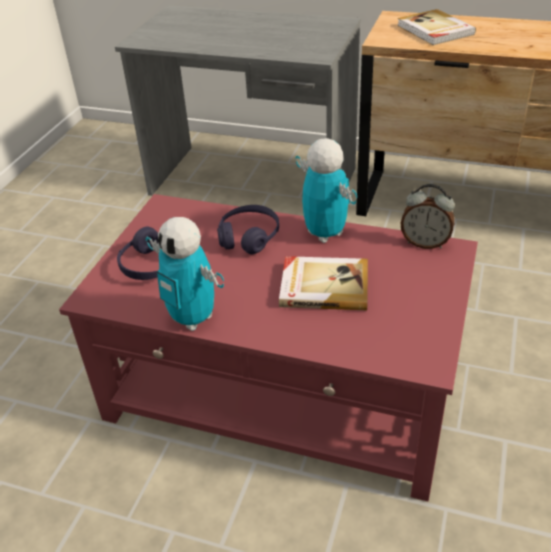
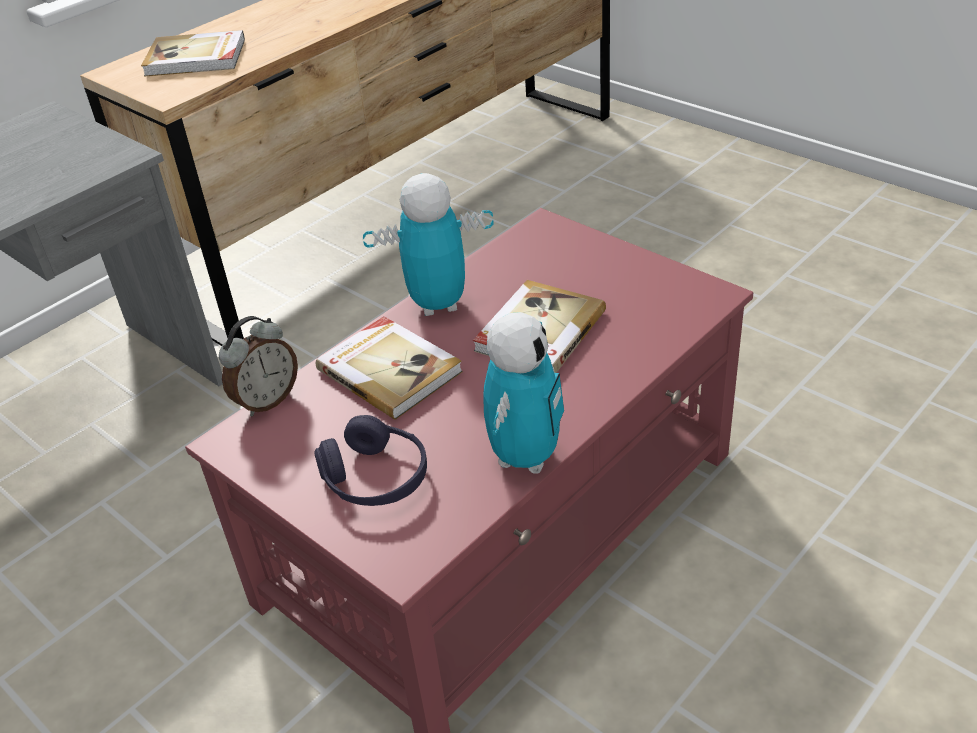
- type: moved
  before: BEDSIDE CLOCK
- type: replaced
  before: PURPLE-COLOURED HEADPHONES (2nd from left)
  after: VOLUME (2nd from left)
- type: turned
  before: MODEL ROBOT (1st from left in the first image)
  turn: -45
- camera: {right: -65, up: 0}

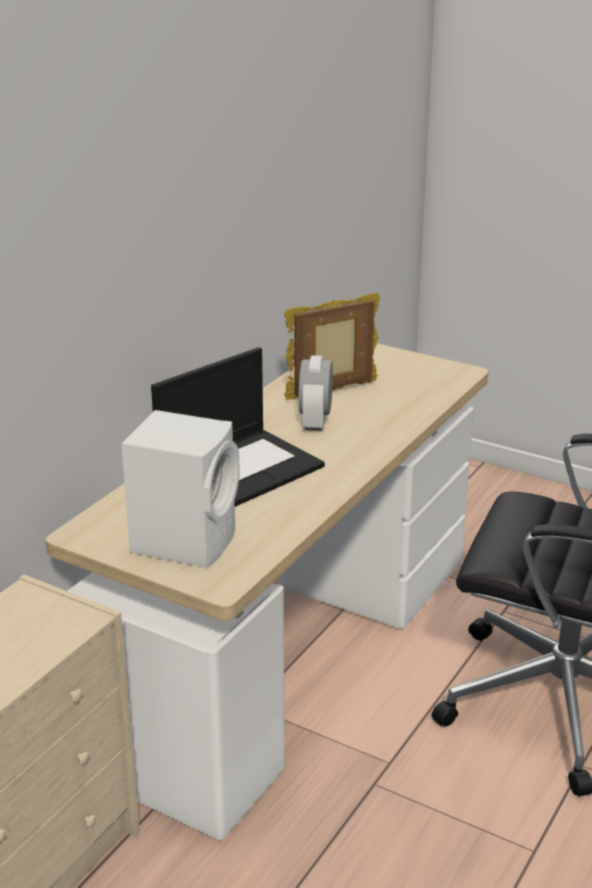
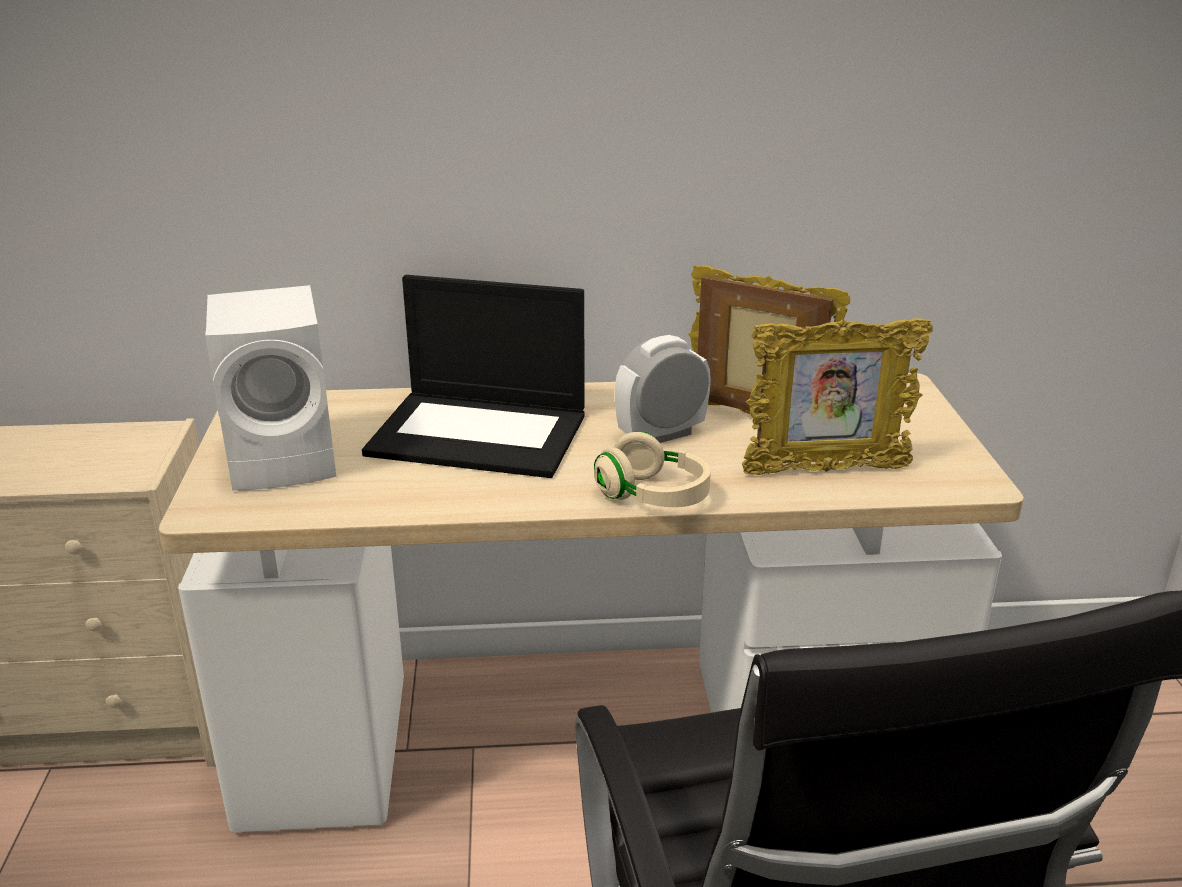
- type: added
  after: SAND-COLOURED HEADPHONES
- type: added
  after: STANDING FRAME (2nd from left)
- camera: {right: 55, up: 0}

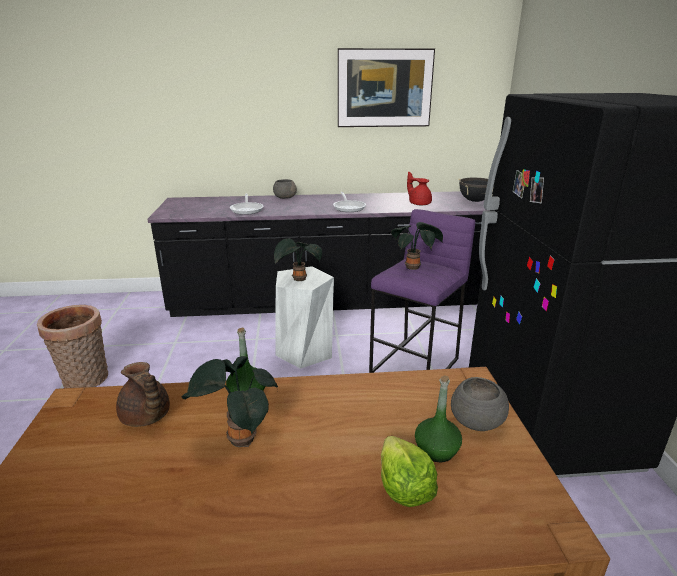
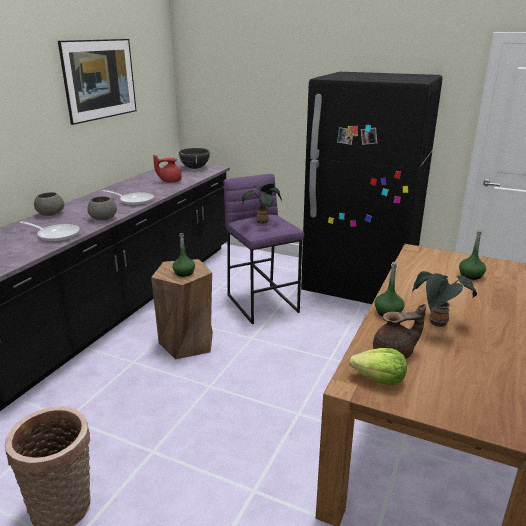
- type: moved
  before: HEAD OF LETTUCE
- type: moved
  before: GRAY BOWL (2nd from left)
- type: replaced
  before: POTTED PLANT (2nd from left)
  after: GREEN-COLOURED DRINK BOTTLE (1st from left)
- type: recoloured
  before: WHITISH STOOL
  after: BROWN STOOL
- camera: {right: -60, up: 0}

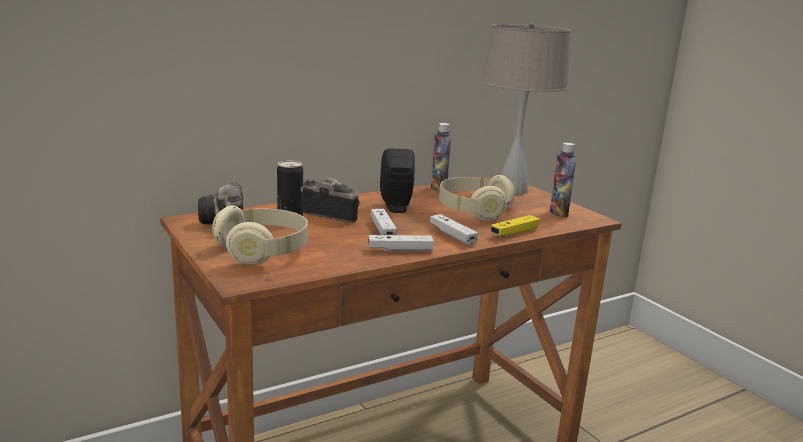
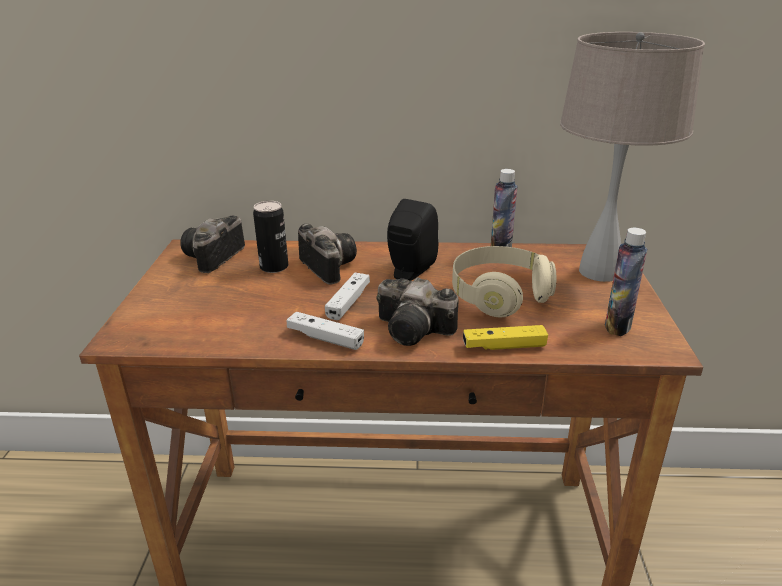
- type: removed
  before: SAND-COLOURED HEADPHONES (1st from left)
- type: replaced
  before: WHITISH GAMEPAD (3rd from left)
  after: PHOTO CAMERA (3rd from left)
- camera: {right: 35, up: 10}

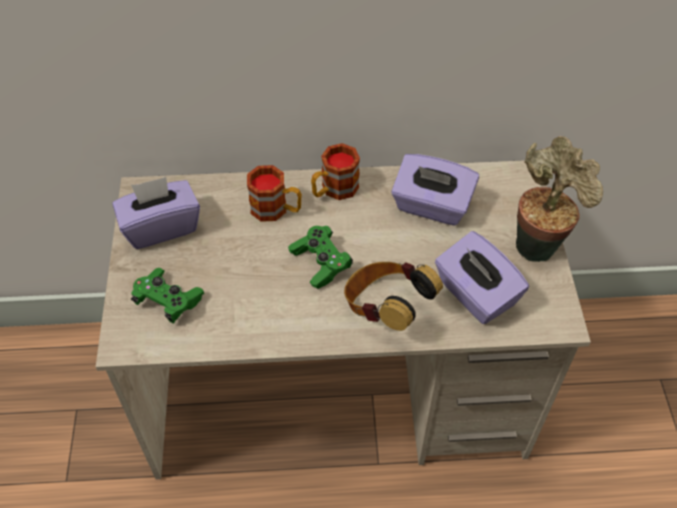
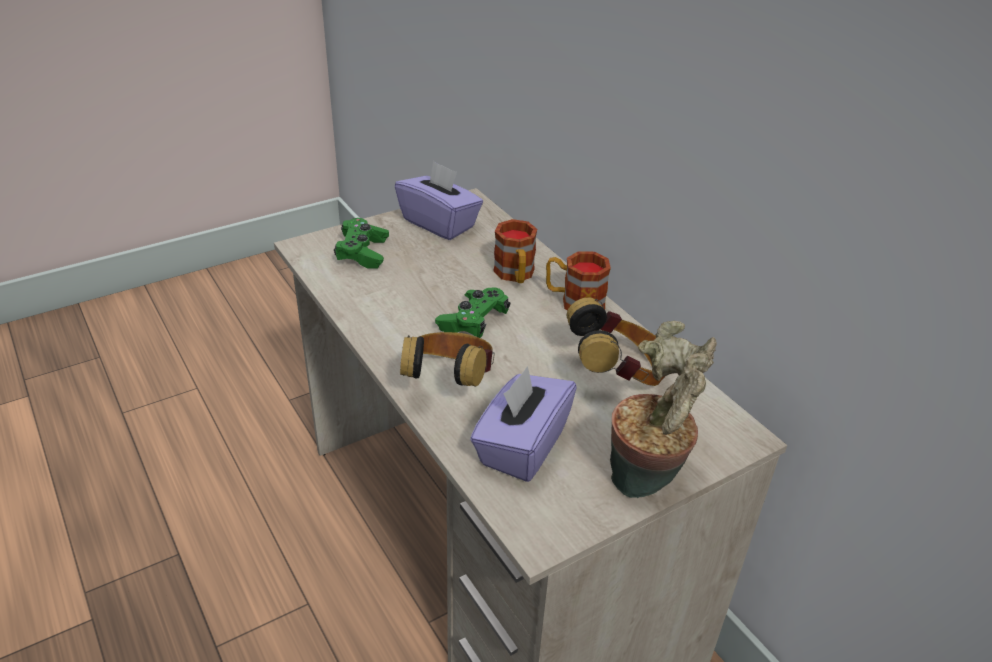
- type: replaced
  before: PURPLE-COLOURED TISSUE BOX (2nd from left)
  after: HEADPHONES (2nd from left)
- camera: {right: 60, up: -15}

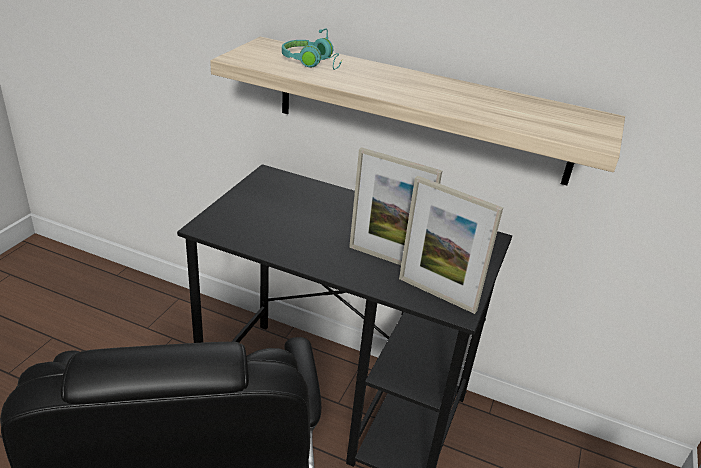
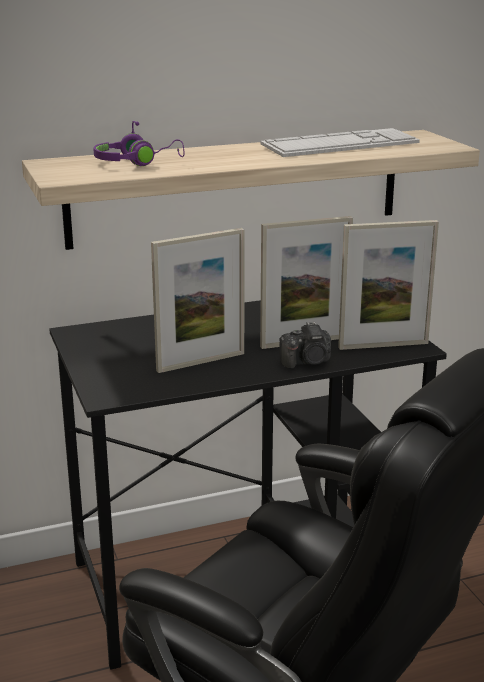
- type: added
  after: STANDING FRAME (1st from left)
- type: added
  after: COMPUTER KEYBOARD
- type: added
  after: PHOTO CAMERA
- type: recoloured
  before: TURQUOISE HEADPHONES
  after: PURPLE-COLOURED HEADPHONES
- camera: {right: -40, up: -10}

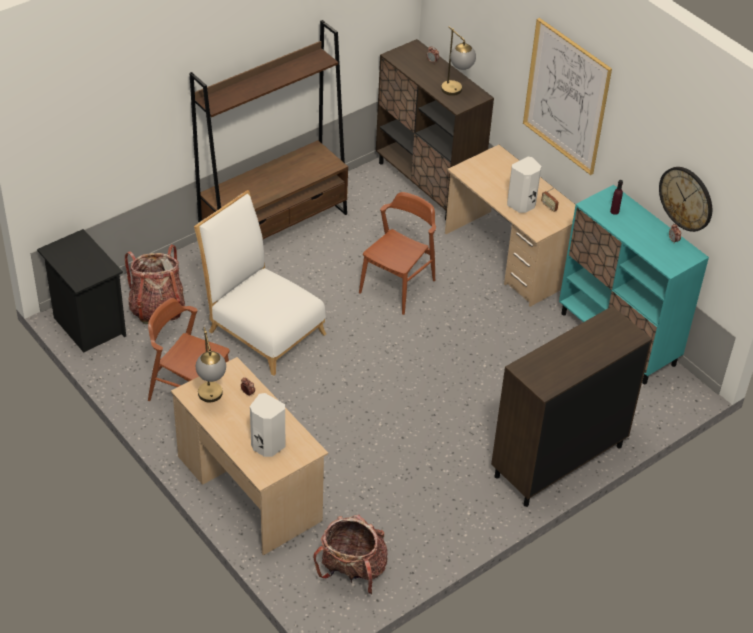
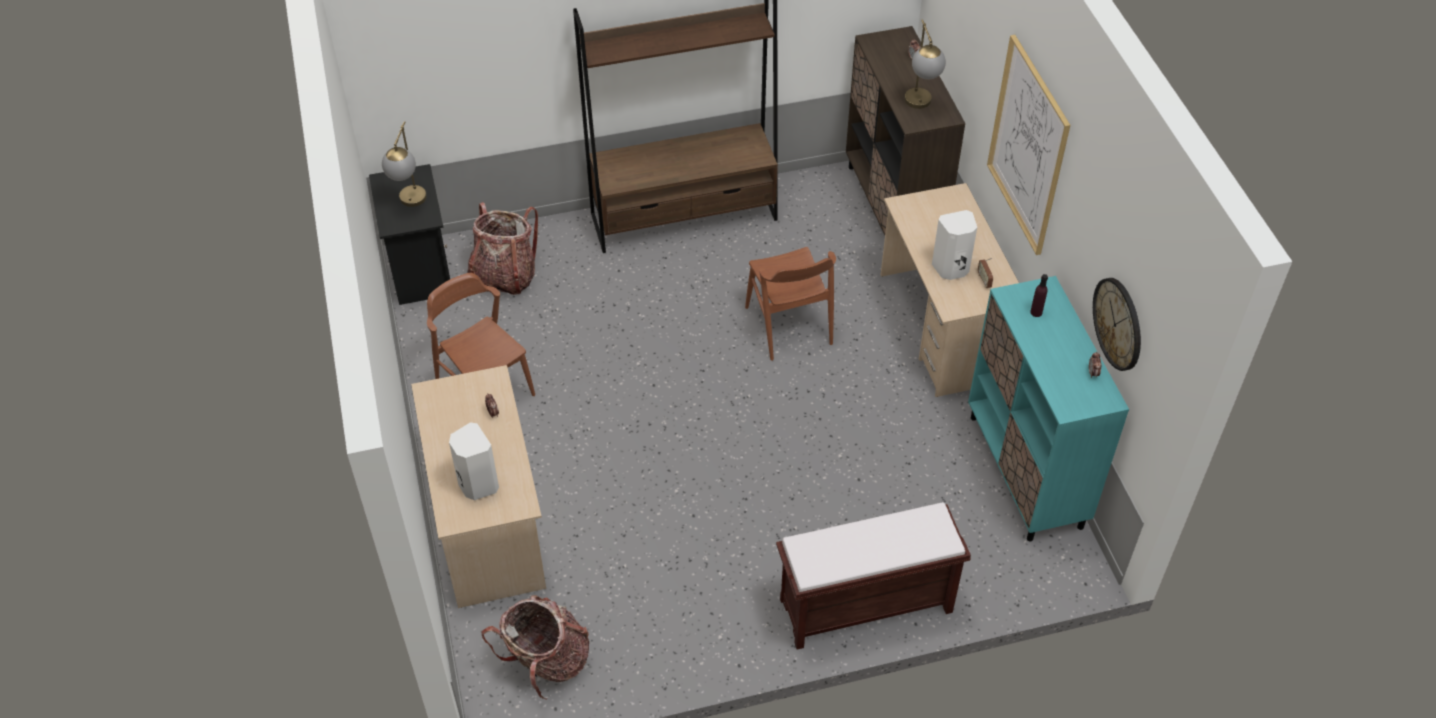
- type: removed
  before: WHITISH CHAIR
- type: moved
  before: LAMP FOR A TABLE (1st from left)
- type: replaced
  before: BROWN CUPBOARD (2nd from left)
  after: BROWN BENCH
- type: turned
  before: BROWN CHAIR (2nd from left)
  turn: 105
- camera: {right: 25, up: 5}

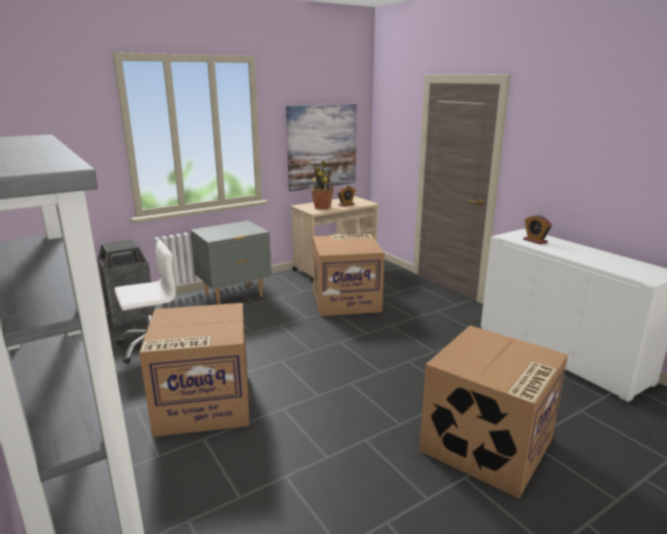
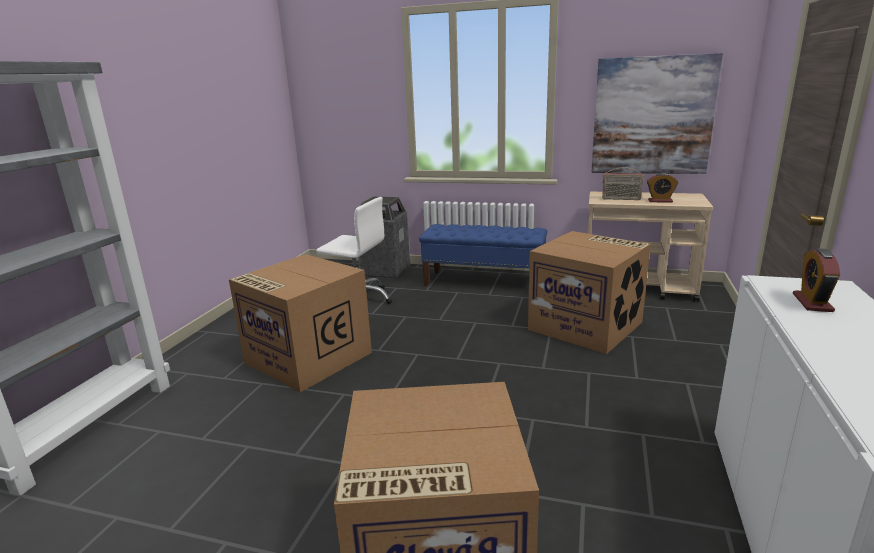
- type: replaced
  before: GRAY NIGHT TABLE
  after: BLUE BENCH
- type: replaced
  before: POTTED PLANT
  after: RADIO SET
- camera: {right: 50, up: 0}

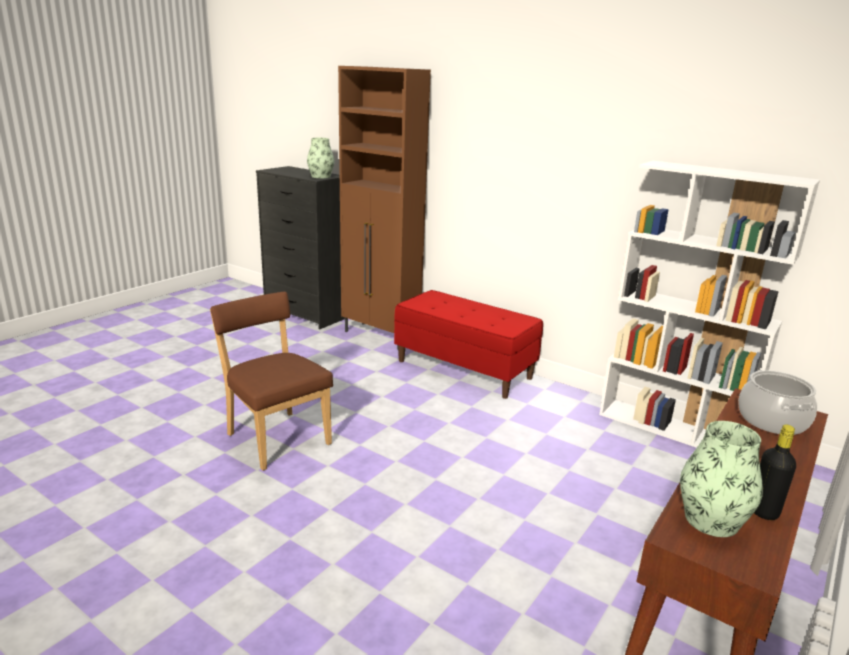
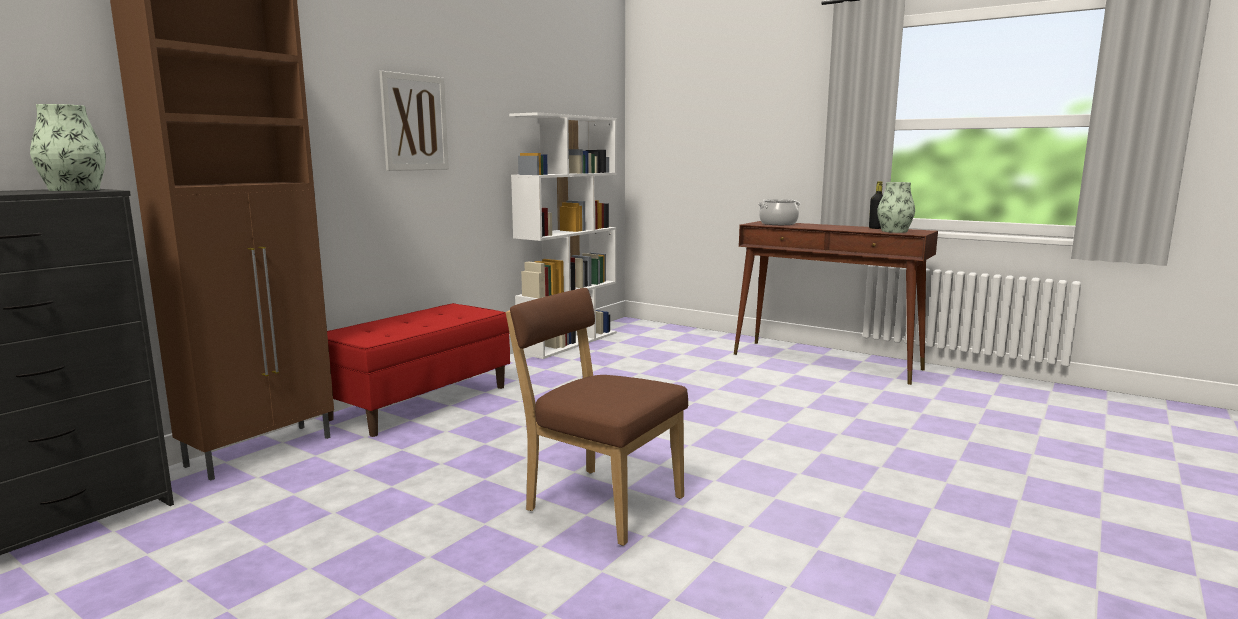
- type: added
  after: WALL PICTURE
- type: turned
  before: BROWN CHAIR
  turn: 75
- camera: {right: -90, up: -10}

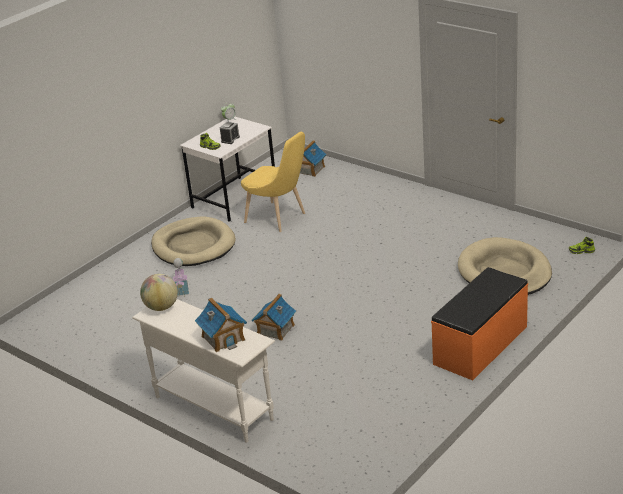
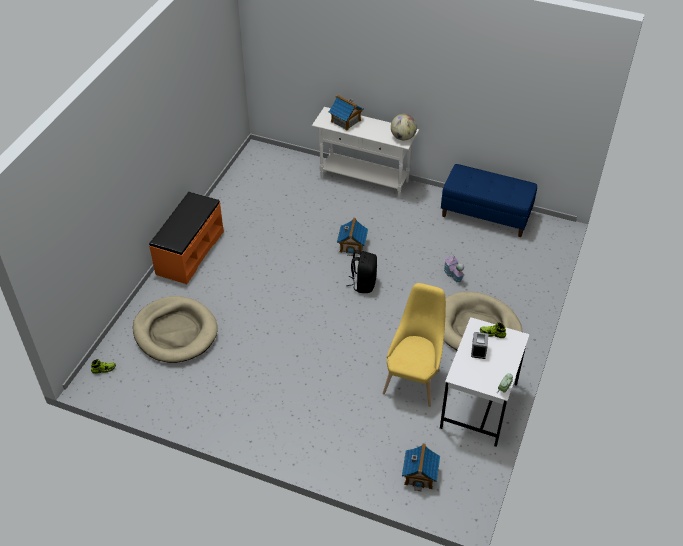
- type: added
  after: BLACKISH KNAPSACK
- type: added
  after: BLUE BENCH
- type: turned
  before: YELLOW CHAIR
  turn: 90
- camera: {right: 160, up: 15}

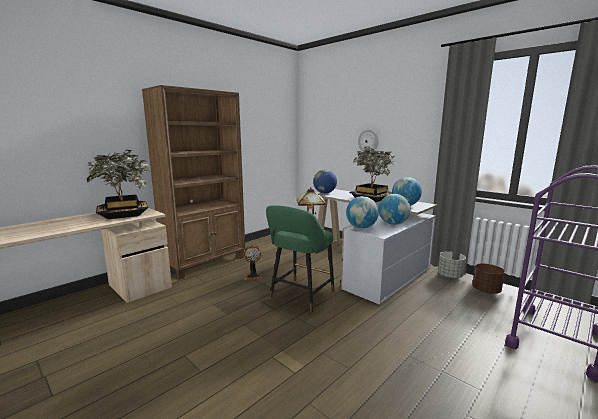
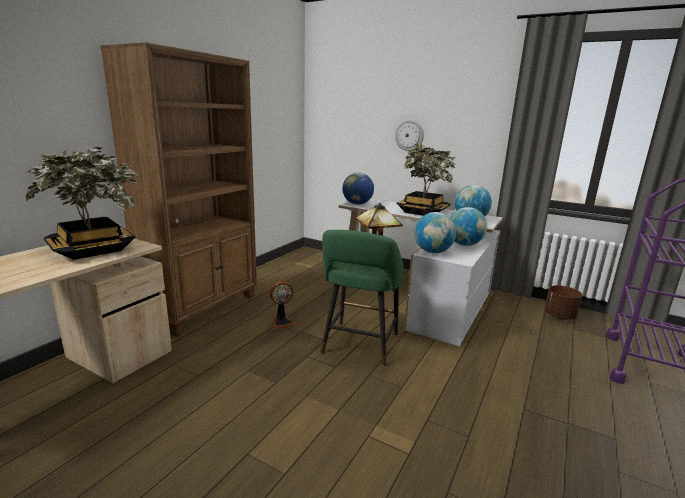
- type: removed
  before: GRAY FLOWER POT
- camera: {right: -15, up: 5}

